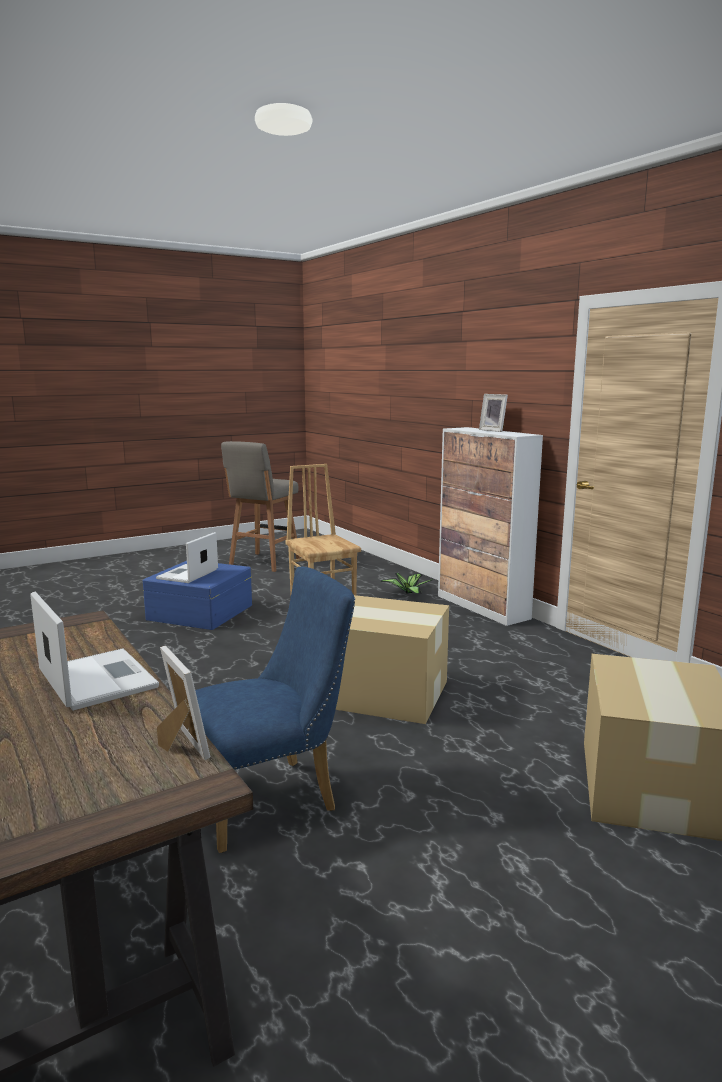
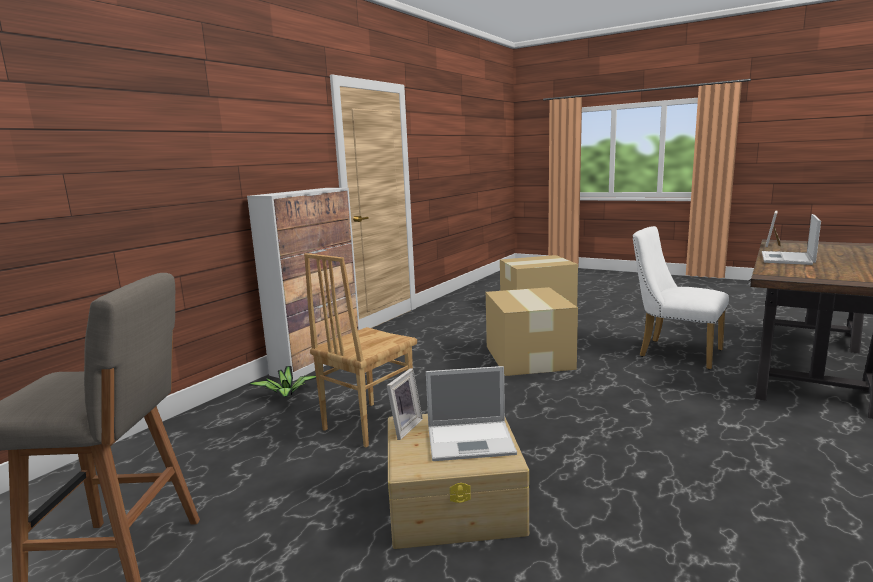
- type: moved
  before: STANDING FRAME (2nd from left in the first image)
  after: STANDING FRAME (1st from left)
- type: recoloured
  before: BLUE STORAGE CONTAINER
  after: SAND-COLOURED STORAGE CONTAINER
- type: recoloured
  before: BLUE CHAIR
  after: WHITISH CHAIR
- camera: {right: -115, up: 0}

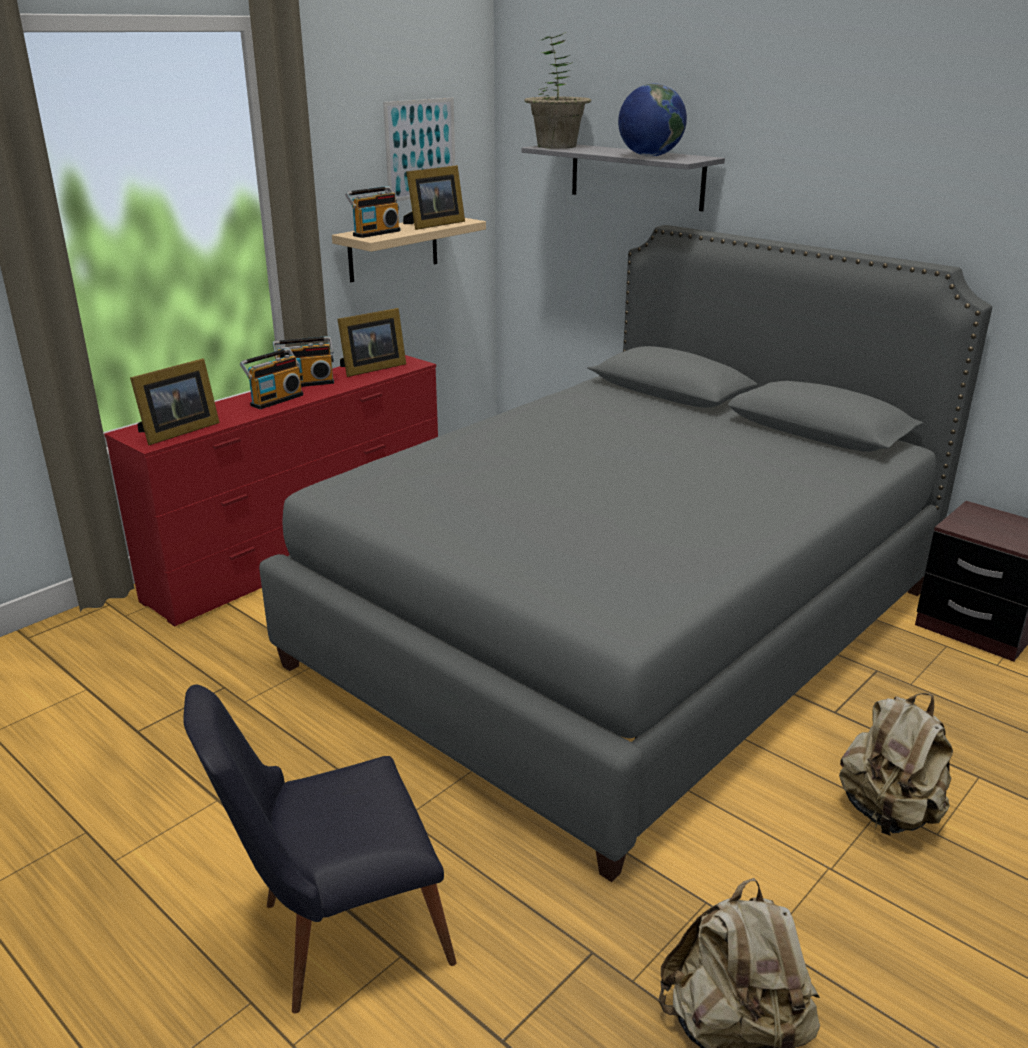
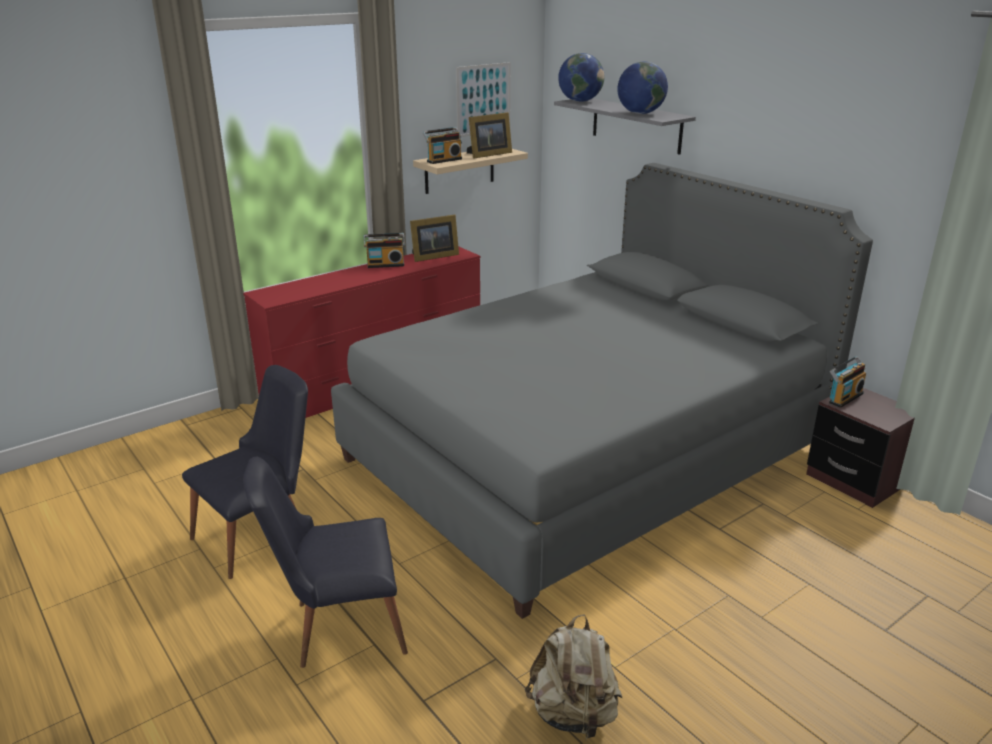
- type: removed
  before: STANDING FRAME (1st from left)
- type: removed
  before: SAND-COLOURED KNAPSACK (2nd from left)
- type: added
  after: BLACKISH CHAIR (1st from left)
- type: moved
  before: RADIO SET (1st from left in the first image)
  after: RADIO SET (3rd from left)
- type: replaced
  before: POTTED PLANT
  after: WORLD GLOBE (1st from left)
- camera: {right: 10, up: 0}

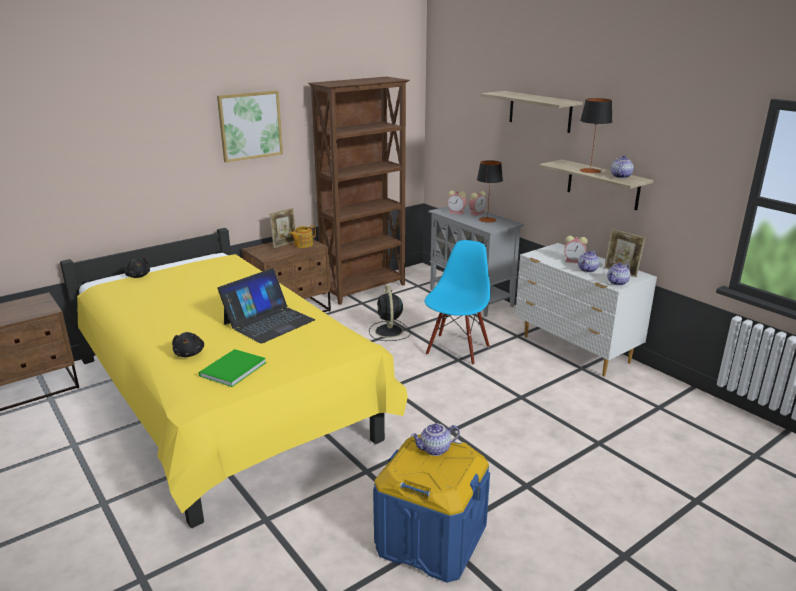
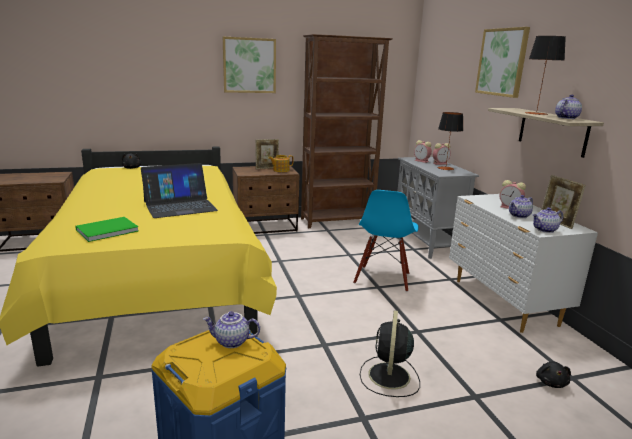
- type: moved
  before: BLACKISH SOFT TOY (2nd from left)
- type: moved
  before: BLACKISH FAN
- type: replaced
  before: WALL SHELF (1st from left)
  after: WALL PICTURE (2nd from left)
- type: turned
  before: BLUE CHAIR
  turn: 150
- camera: {right: 20, up: -5}

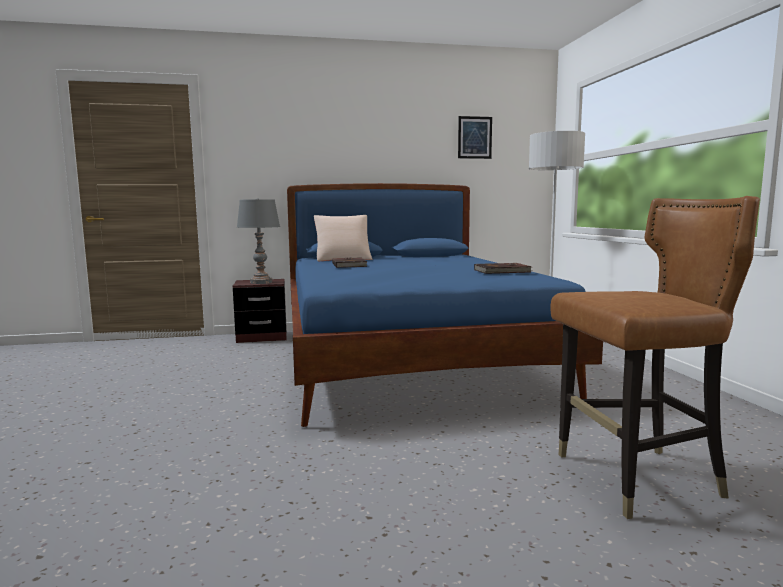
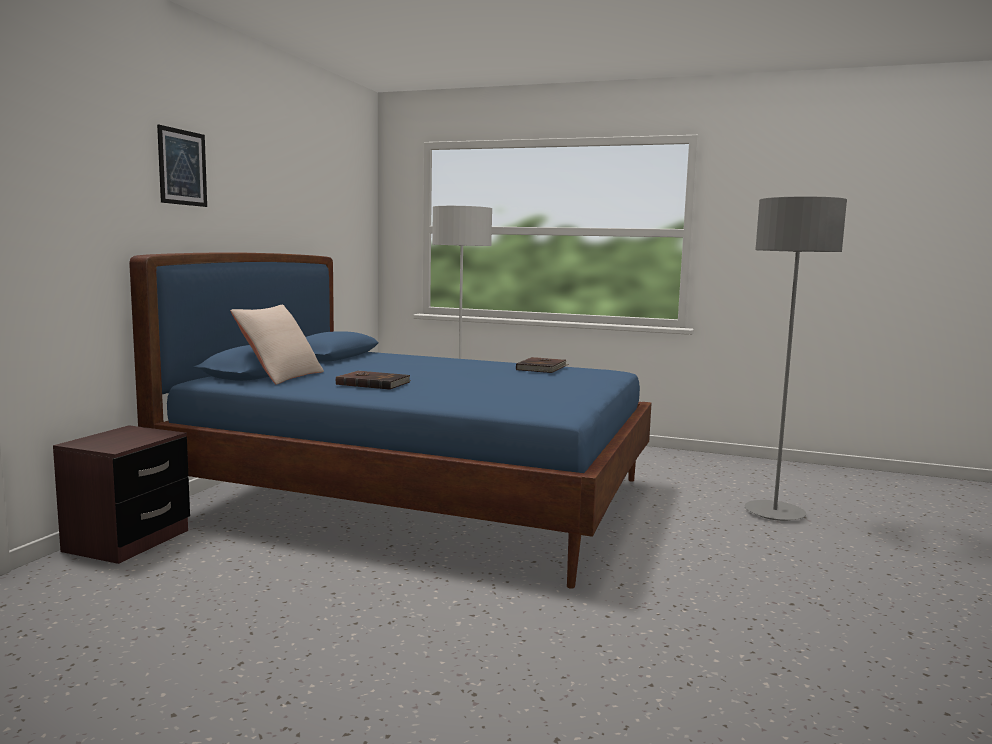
- type: removed
  before: GRAY LAMP FOR A TABLE
- type: moved
  before: WALL PICTURE
- type: replaced
  before: BROWN CHAIR
  after: GRAY FLOOR LAMP (2nd from left)
- camera: {right: -60, up: 0}

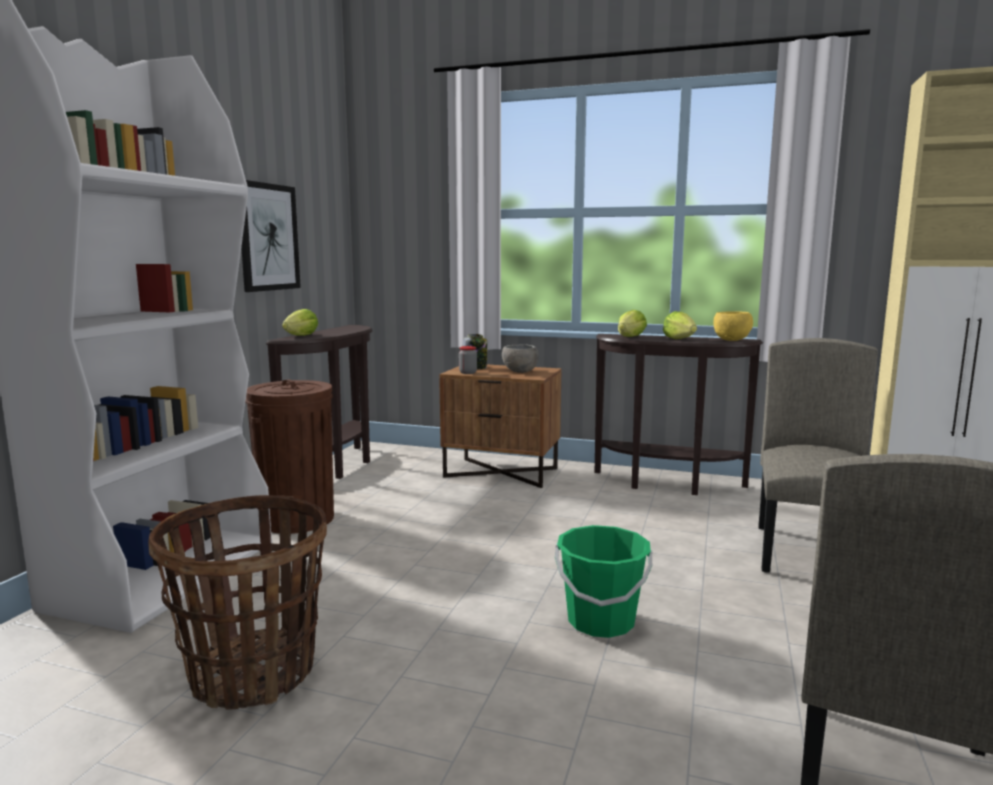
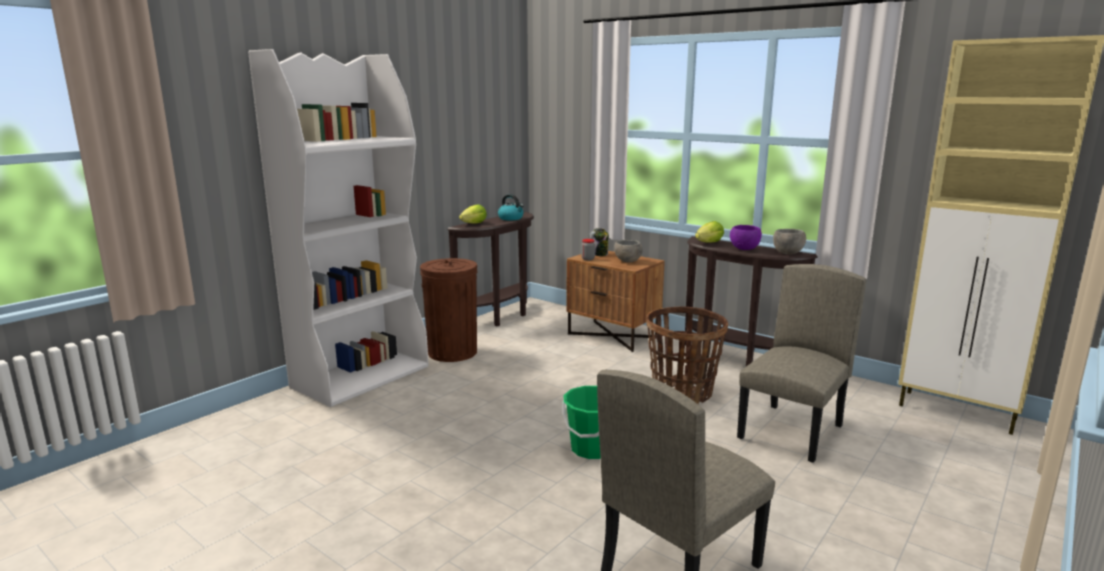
- type: removed
  before: WALL PICTURE
- type: added
  after: WATER KETTLE
- type: moved
  before: HOUSEHOLD BASKET
- type: replaced
  before: HEAD OF LETTUCE (3rd from left)
  after: PURPLE-COLOURED BOWL
- type: recoloured
  before: YELLOW BOWL
  after: GRAY BOWL (2nd from left)
- camera: {right: 20, up: 5}

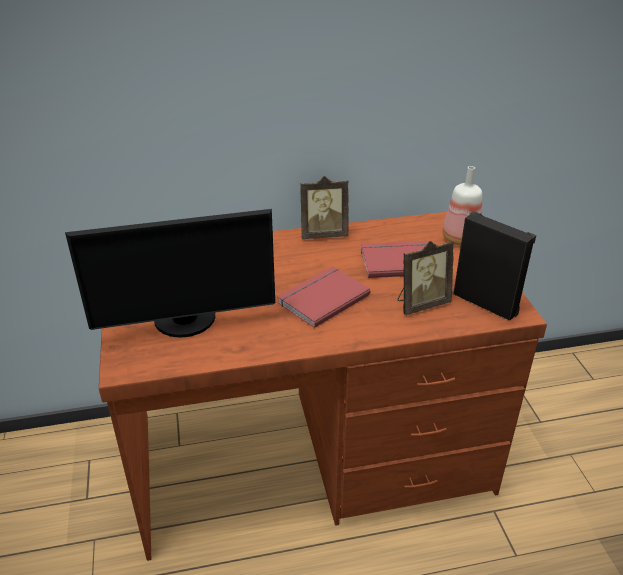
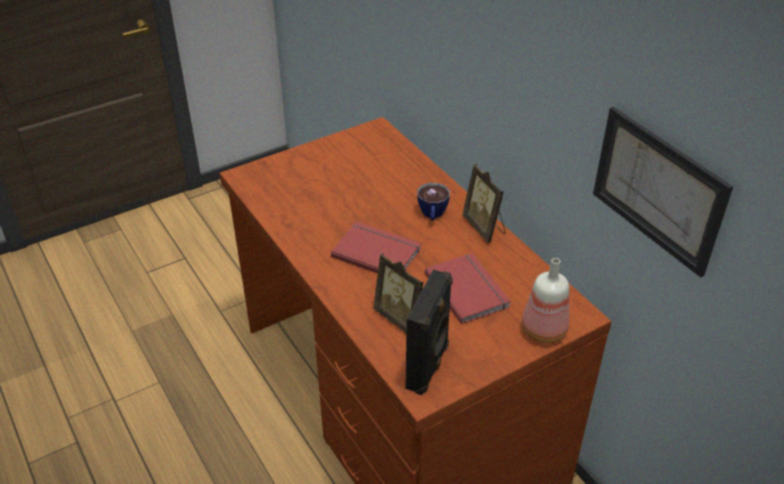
- type: removed
  before: COMPUTER DISPLAY
- type: added
  after: SMALL CUP
- type: added
  after: WALL PICTURE
- camera: {right: 70, up: 5}

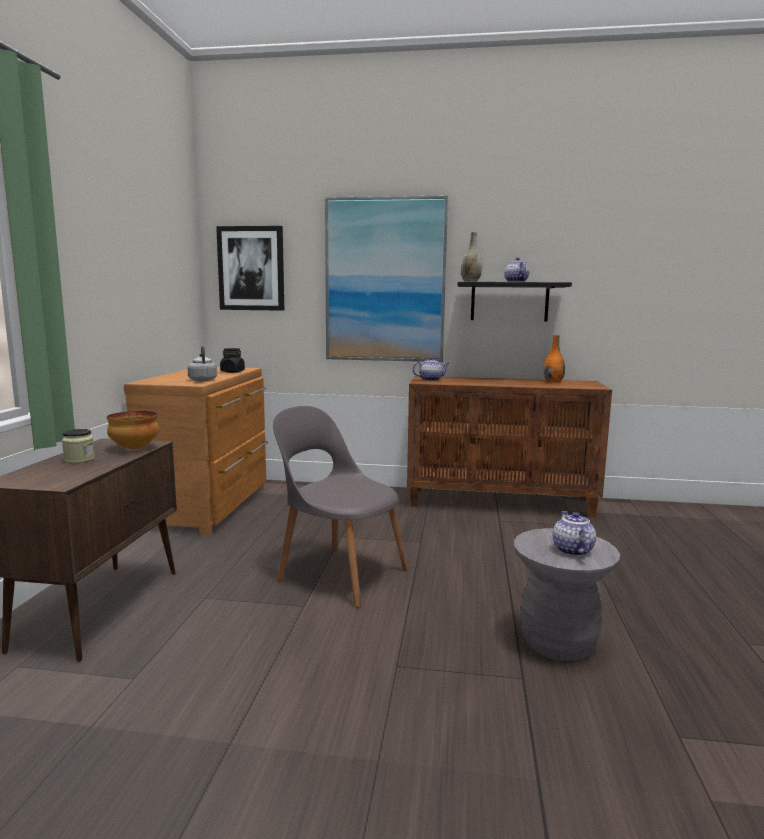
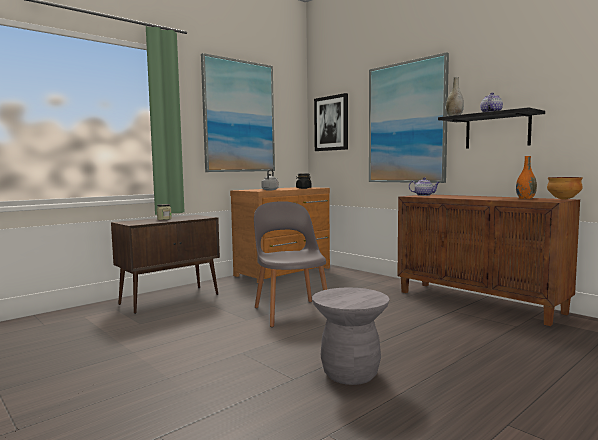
- type: removed
  before: POT FOR TEA (3rd from left)
- type: added
  after: WALL PICTURE (1st from left)
- type: moved
  before: BOWL
- camera: {right: 40, up: -5}

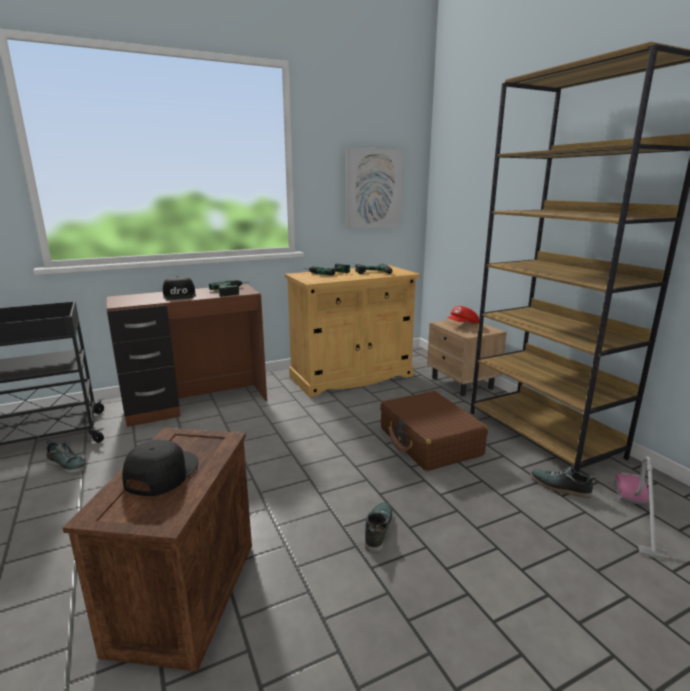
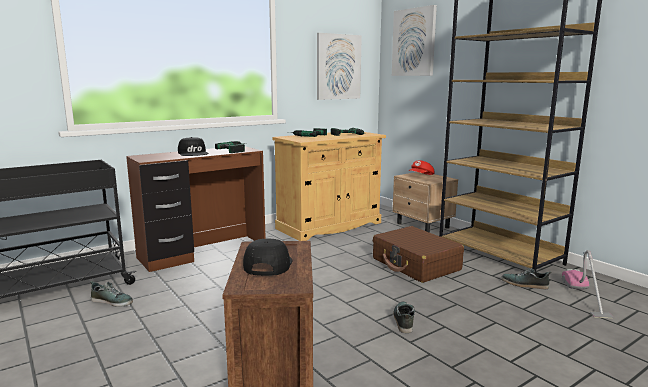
- type: added
  after: WALL PICTURE (2nd from left)
- camera: {right: -10, up: -5}

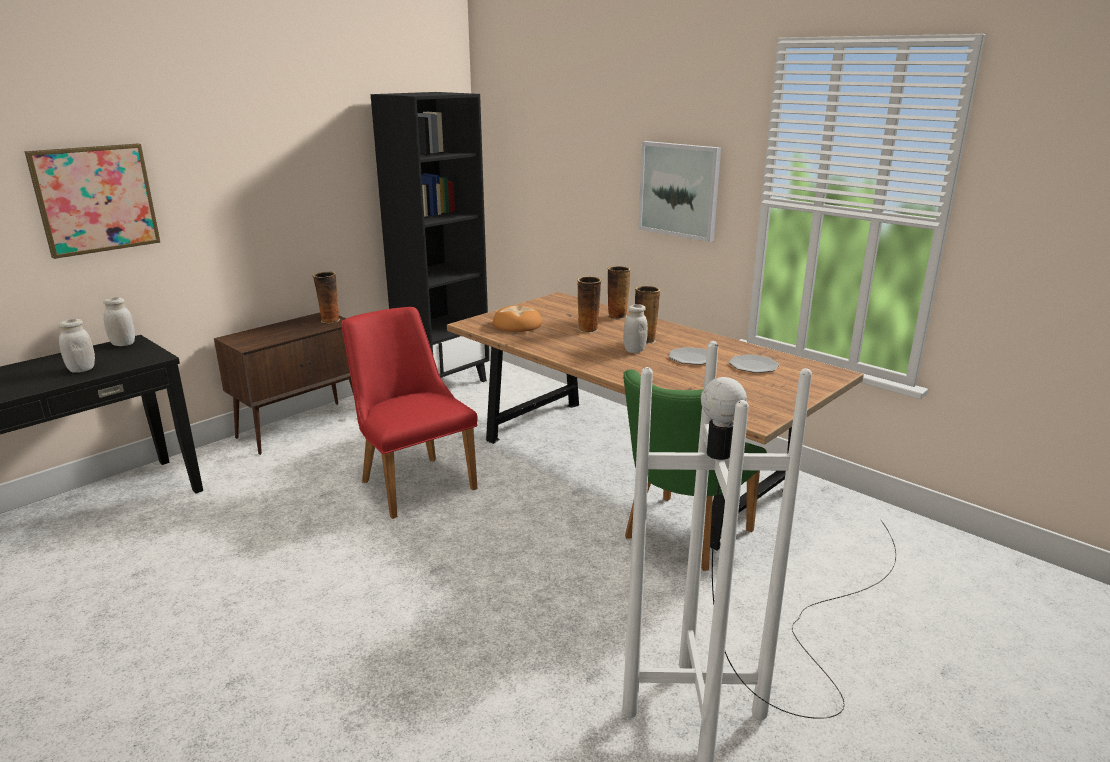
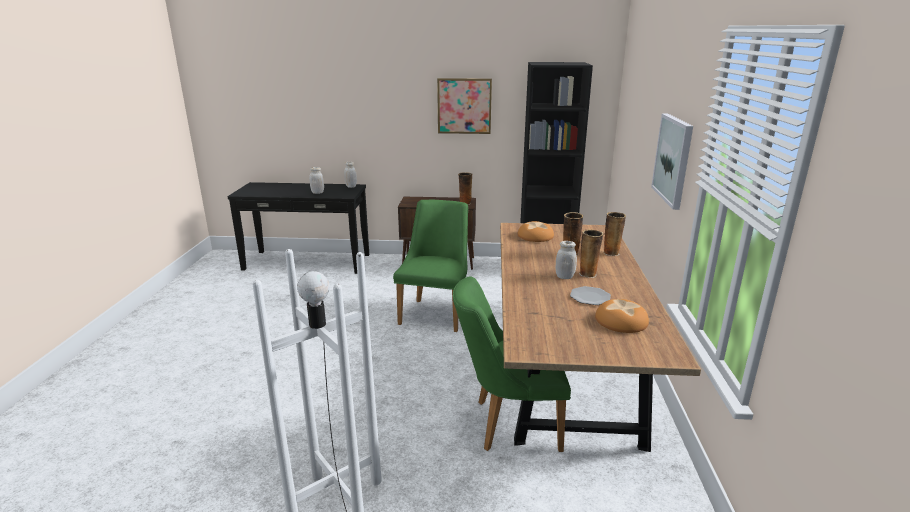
- type: moved
  before: WALL PICTURE (1st from left)
- type: replaced
  before: DINNER PLATE (2nd from left)
  after: BAKED BREAD (2nd from left)
- type: recoloured
  before: RED CHAIR
  after: GREEN-COLOURED CHAIR (1st from left)
- camera: {right: 50, up: 0}

